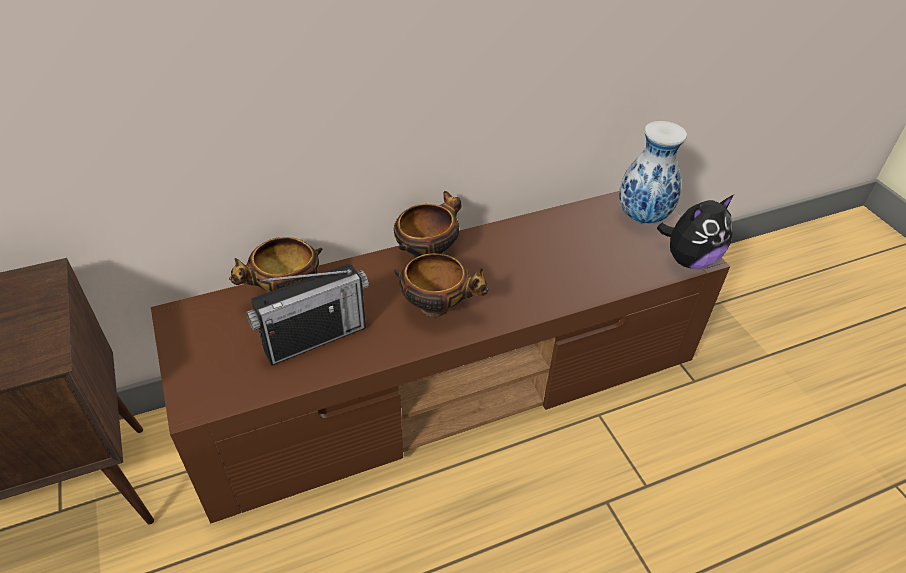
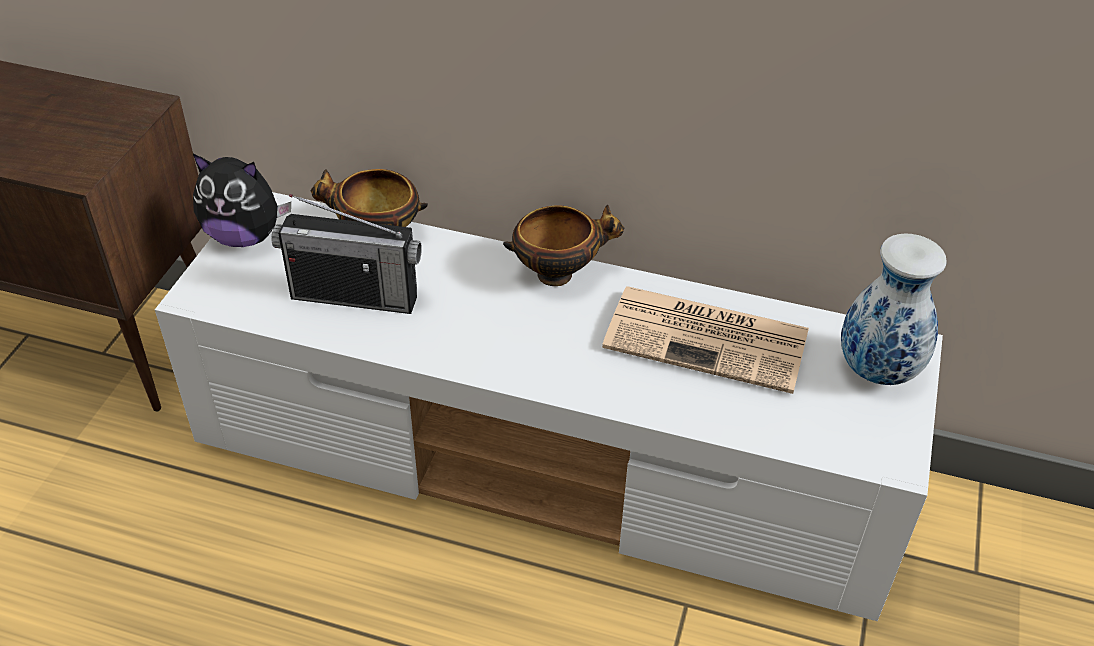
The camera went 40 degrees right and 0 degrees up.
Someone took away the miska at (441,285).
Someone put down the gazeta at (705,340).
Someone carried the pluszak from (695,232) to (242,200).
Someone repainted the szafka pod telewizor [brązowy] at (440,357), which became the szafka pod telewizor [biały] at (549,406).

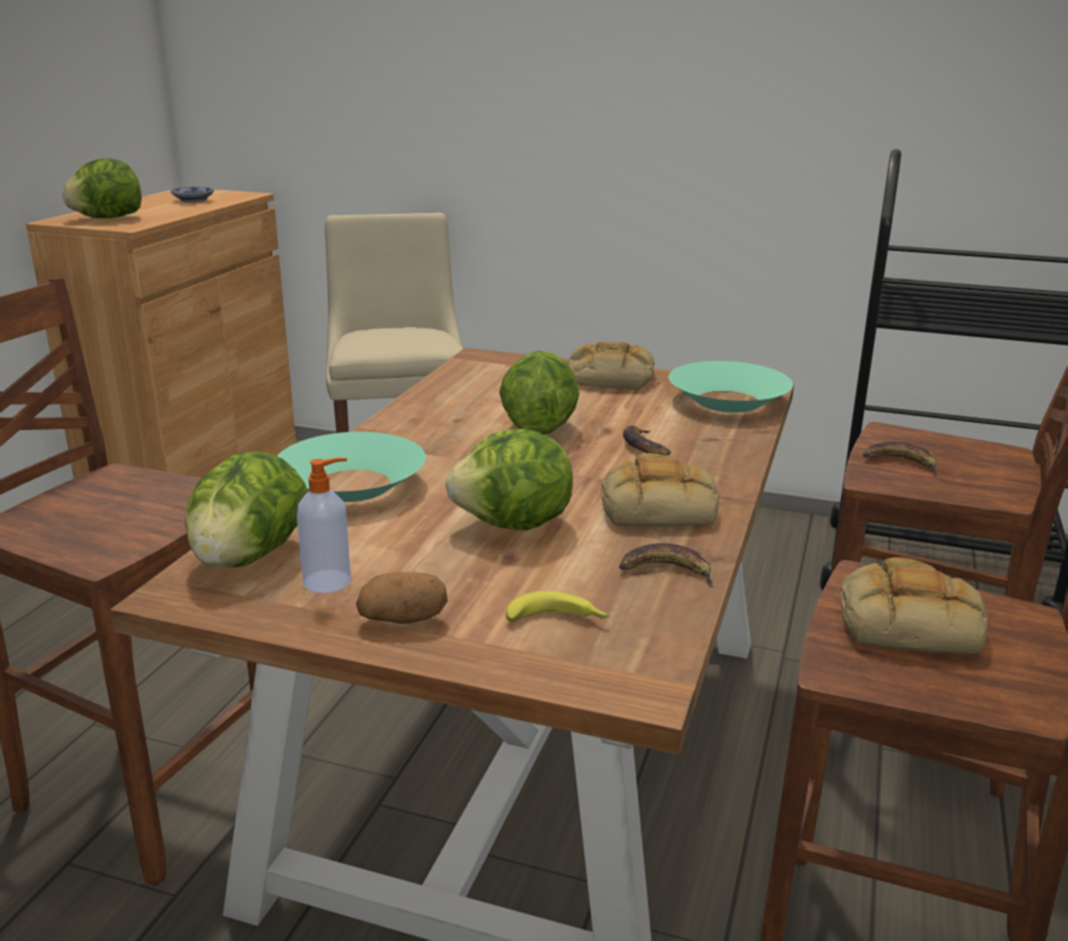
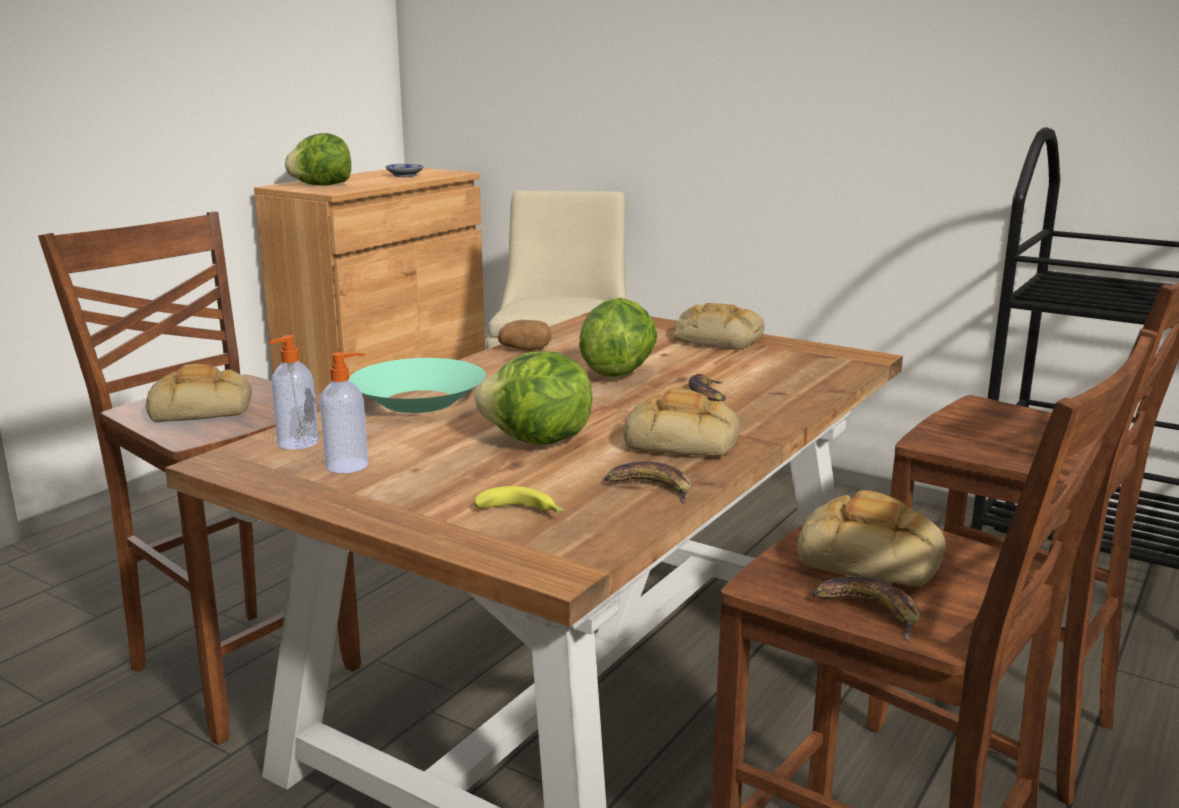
The camera went 15 degrees right and 5 degrees down.
Someone took away the miska [turkusowy] at (731,387).
Someone put down the chleb at (199,393).
Someone carried the ziemniak from (402,598) to (524,335).
Someone carried the banan from (900,458) to (866,609).
Someone swapped the sałata at (246,509) for the dozownik mydła at (293,392).

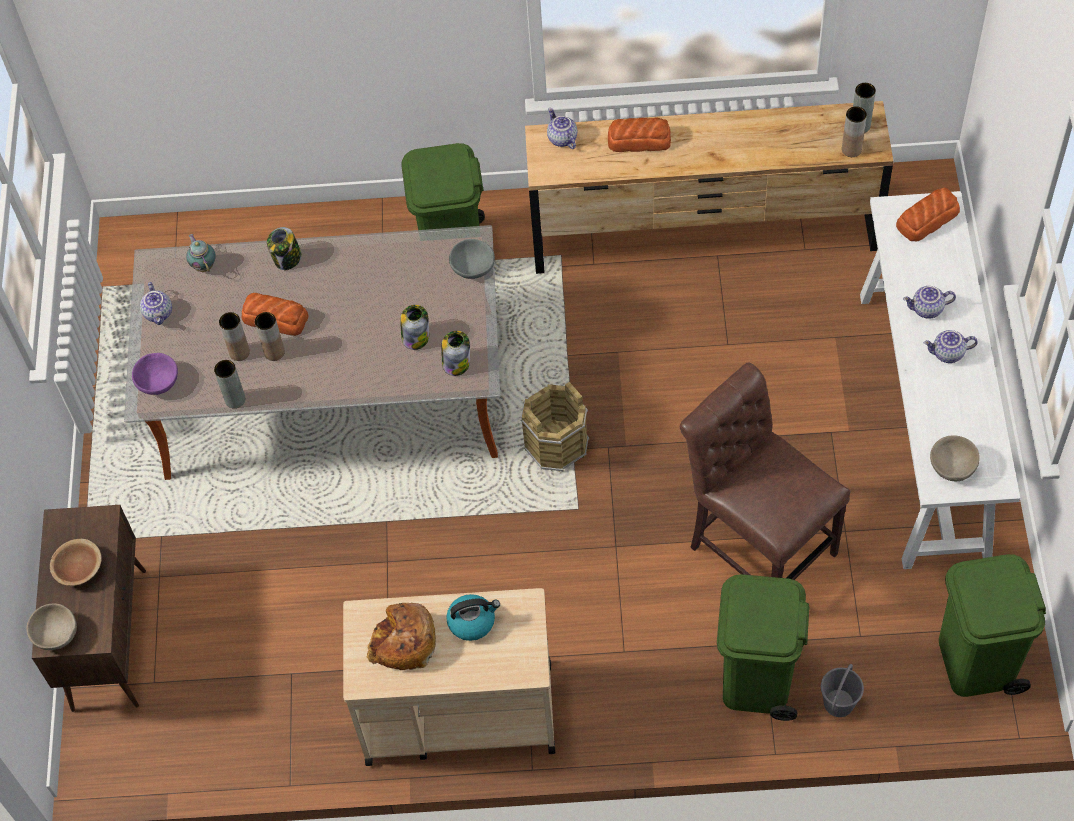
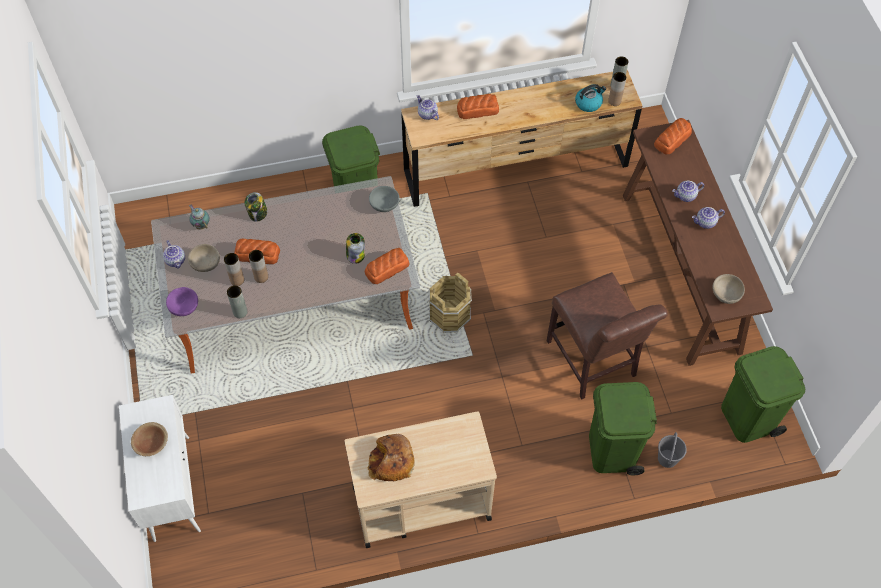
The camera went 15 degrees left and 0 degrees up.
Someone carried the miska [beżowy] from (51,626) to (204,258).
Someone carried the czajnik from (473,617) to (590,98).
Someone swapped the słoik at (456,353) for the chleb at (387,266).
Someone repainted the szafka [brązowy] at (89,608), which became the szafka [biały] at (160,468).
Someone repainted the stolik konsolowy [biały] at (940,380), which became the stolik konsolowy [brązowy] at (698,243).
Someone rotated the krzesło [brązowy] at (765,471) by 150 degrees counterclockwise.

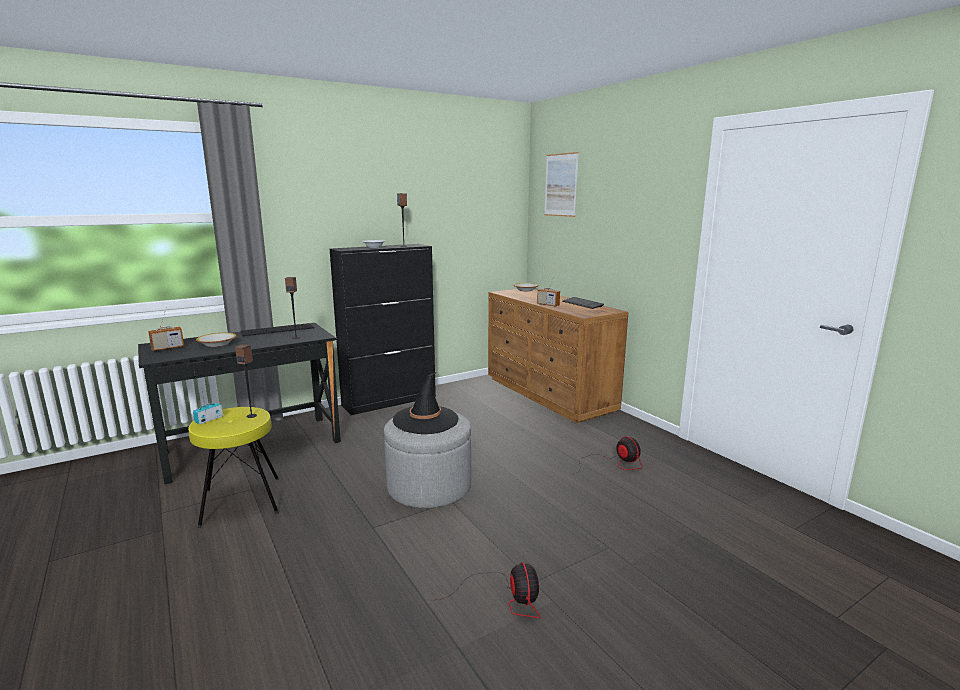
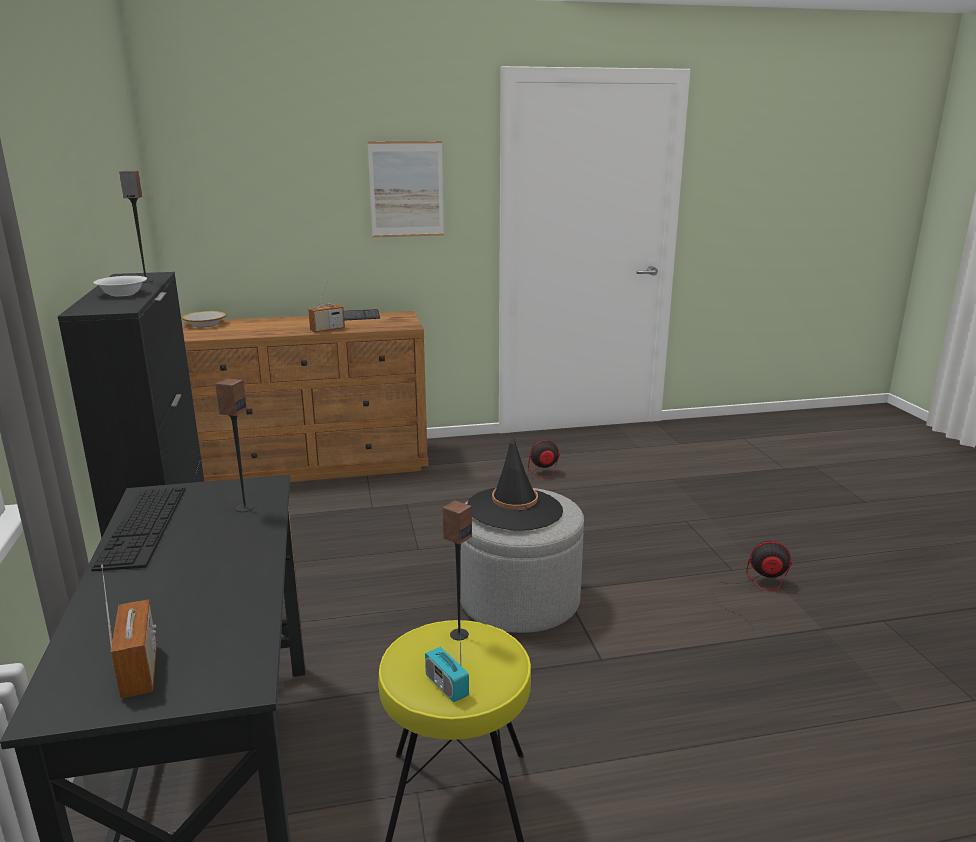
The camera went 70 degrees left and 5 degrees up.
Someone took away the miska at (216,339).
Someone carried the obraz from (561,184) to (405,189).

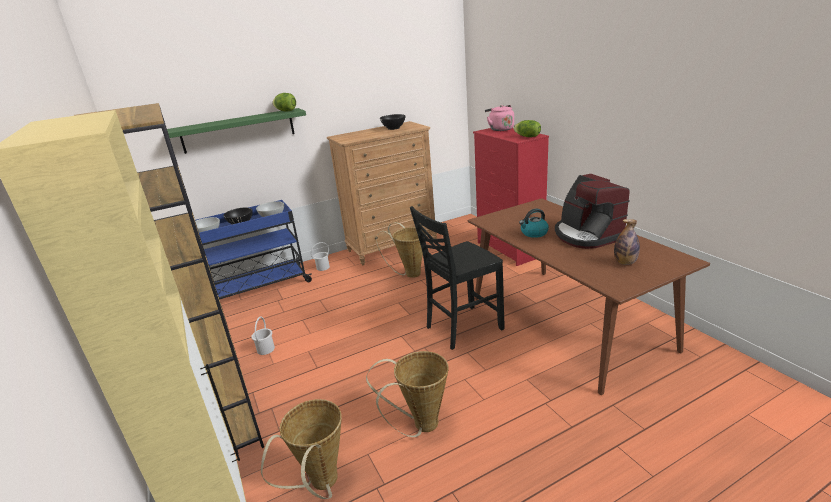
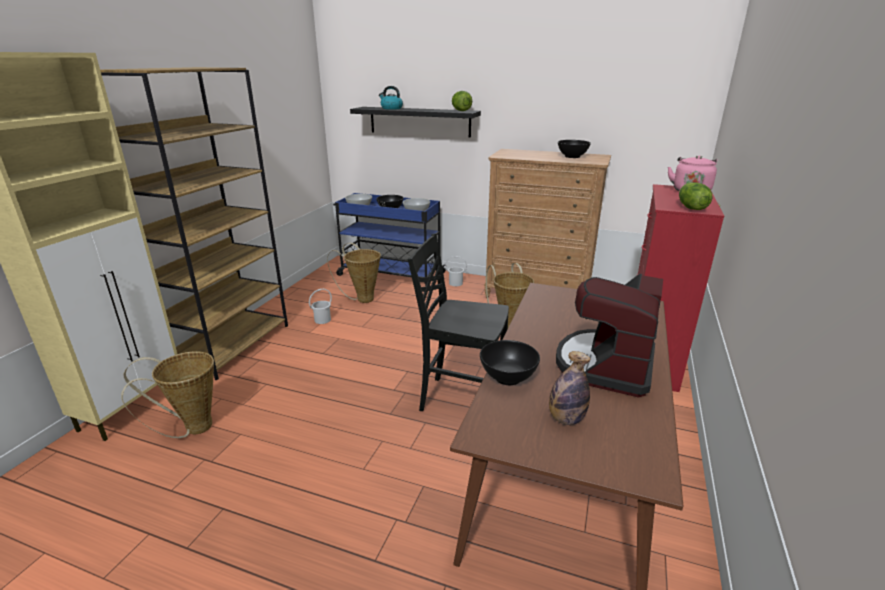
The camera went 45 degrees right and 0 degrees up.
Someone put down the miska [czarny] at (510,362).
Someone carried the koszyk from (407,394) to (354,273).
Someone carried the czajnik from (534,223) to (391,98).
Someone repainted the półka [zielony] at (236,131), which became the półka [czarny] at (415,122).

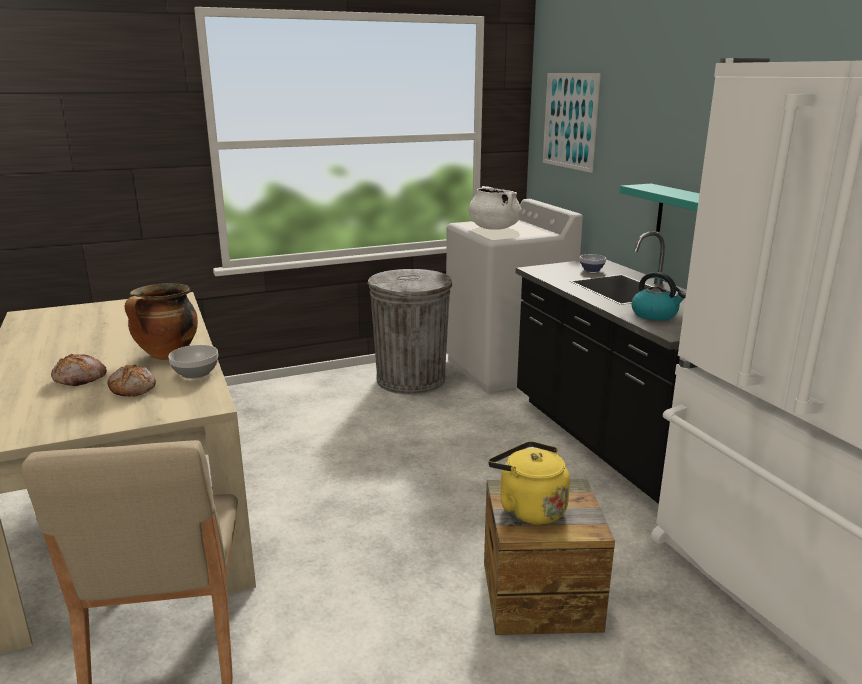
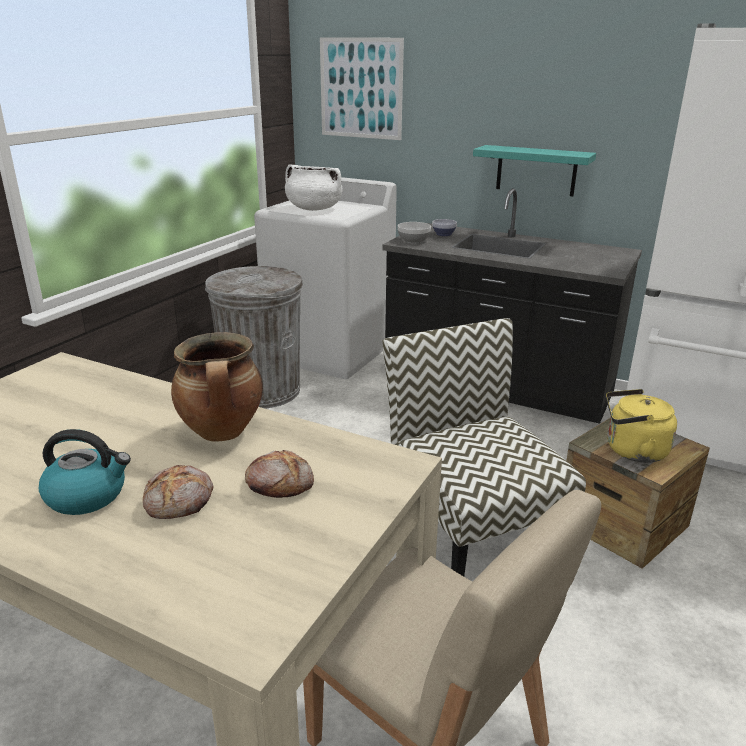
The camera went 40 degrees left and 5 degrees up.
Someone put down the krzesło at (484,447).
Someone carried the miska from (193,362) to (414,232).
Someone carried the czajnik from (659,296) to (85,472).

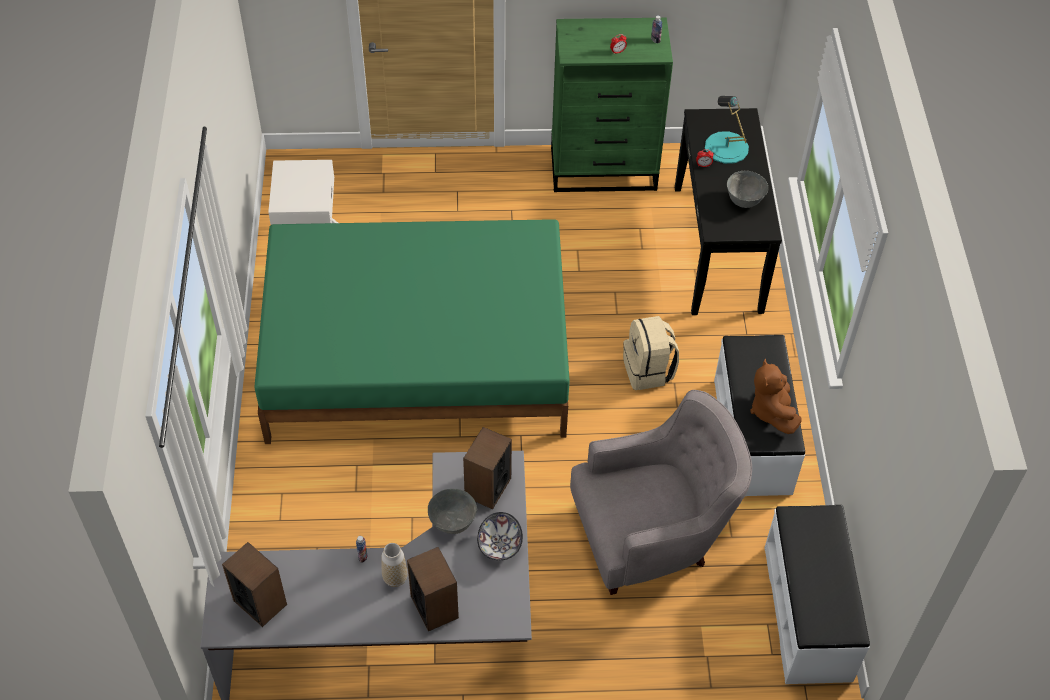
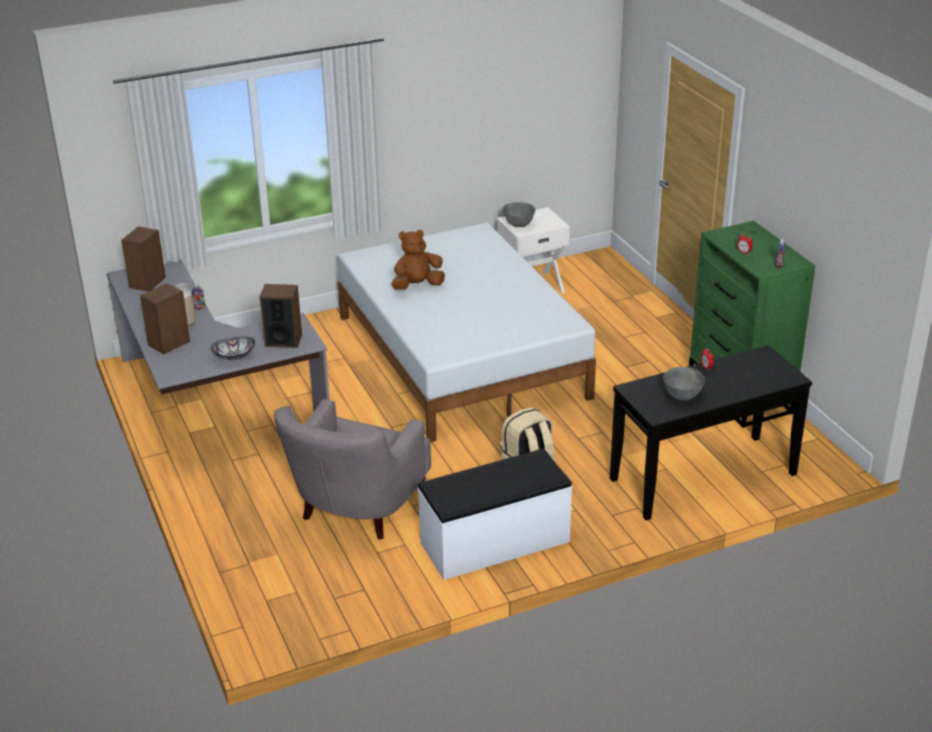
The camera went 70 degrees right and 20 degrees down.
Someone took away the lampa stołowa [turkusowy] at (727,130).
Someone took away the ławka [biały] at (817,594).
Someone carried the miska [szary] from (452,511) to (519,214).
Someone carried the pluszak [brązowy] from (775,396) to (418,259).
Someone repainted the łóżko [zielony] at (412,331), which became the łóżko [biały] at (467,332).
Someone rotated the fotel [szary] at (661,492) by 60 degrees clockwise.

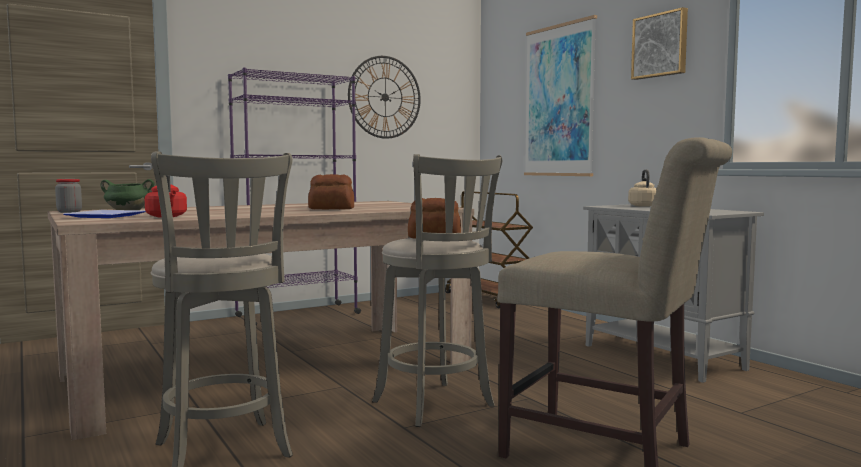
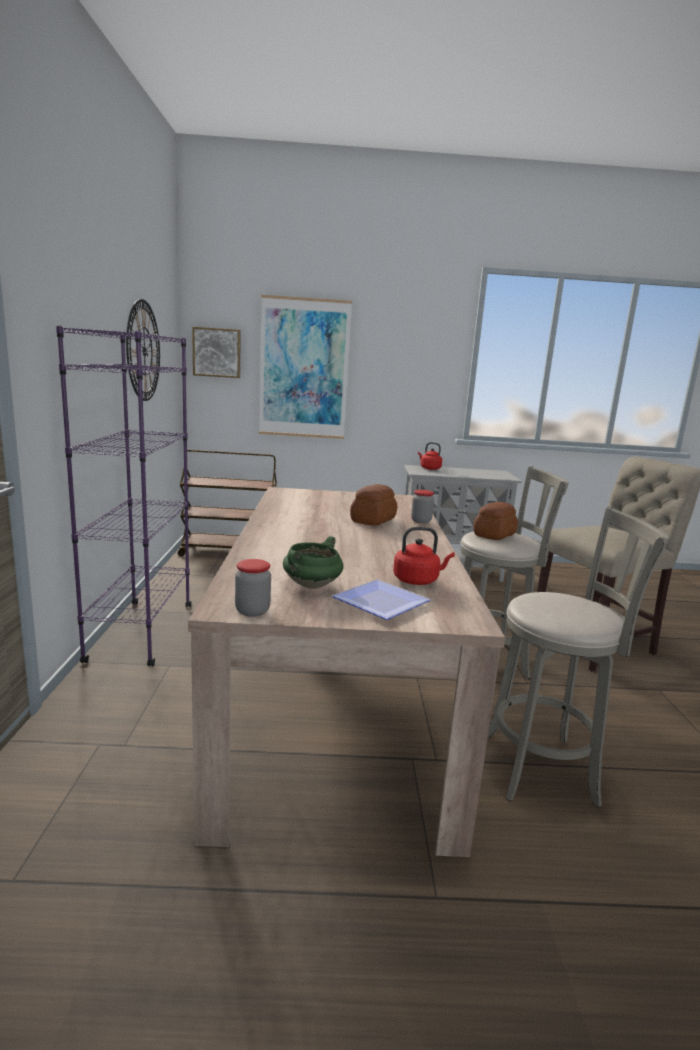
The camera went 60 degrees left and 10 degrees up.
Someone put down the słoik at (422,506).
Someone carried the obraz from (659,43) to (216,352).
Someone repainted the czajnik [beżowy] at (642,188), which became the czajnik [czerwony] at (430,456).

